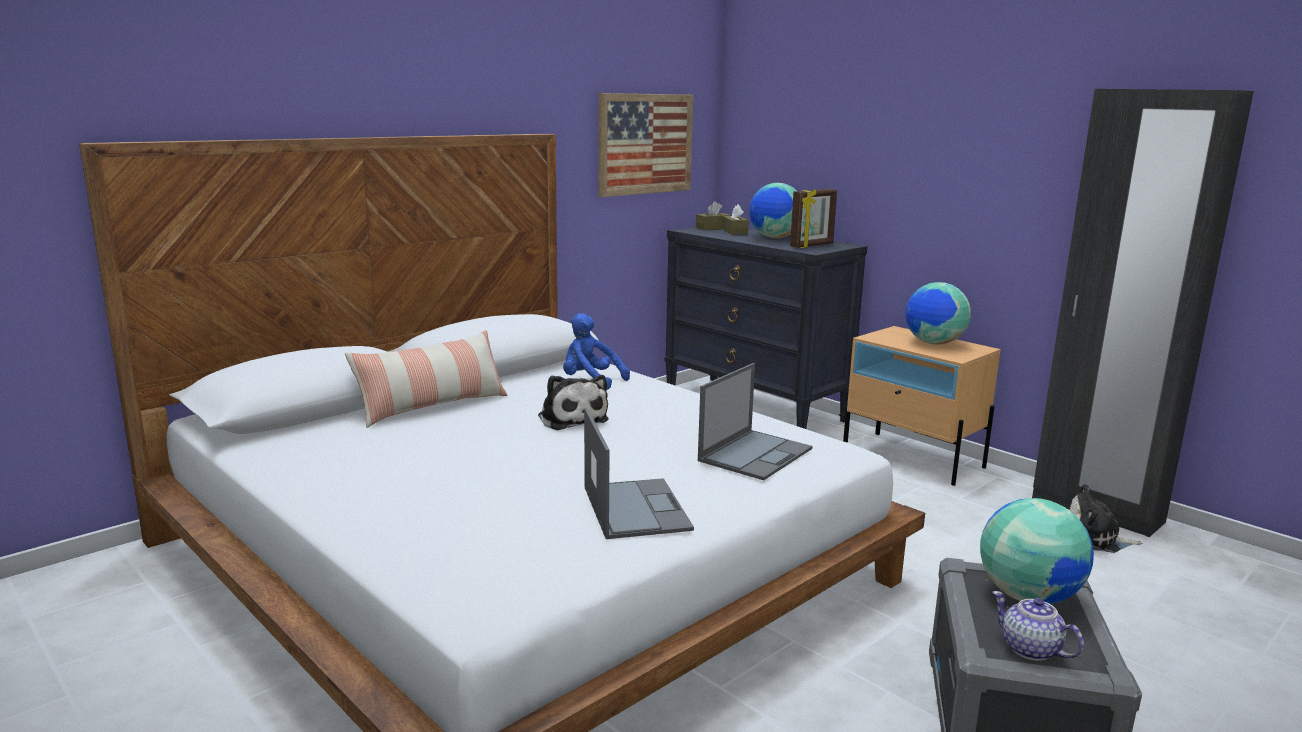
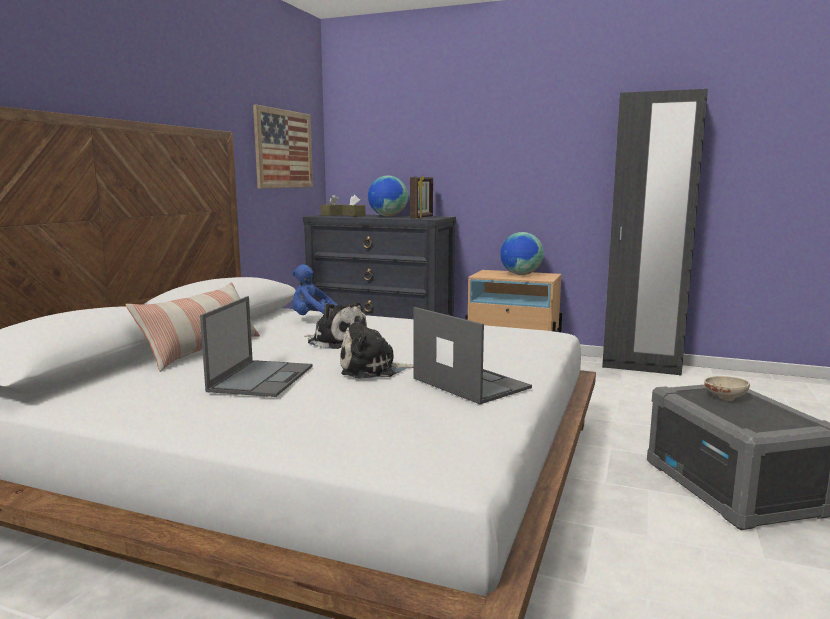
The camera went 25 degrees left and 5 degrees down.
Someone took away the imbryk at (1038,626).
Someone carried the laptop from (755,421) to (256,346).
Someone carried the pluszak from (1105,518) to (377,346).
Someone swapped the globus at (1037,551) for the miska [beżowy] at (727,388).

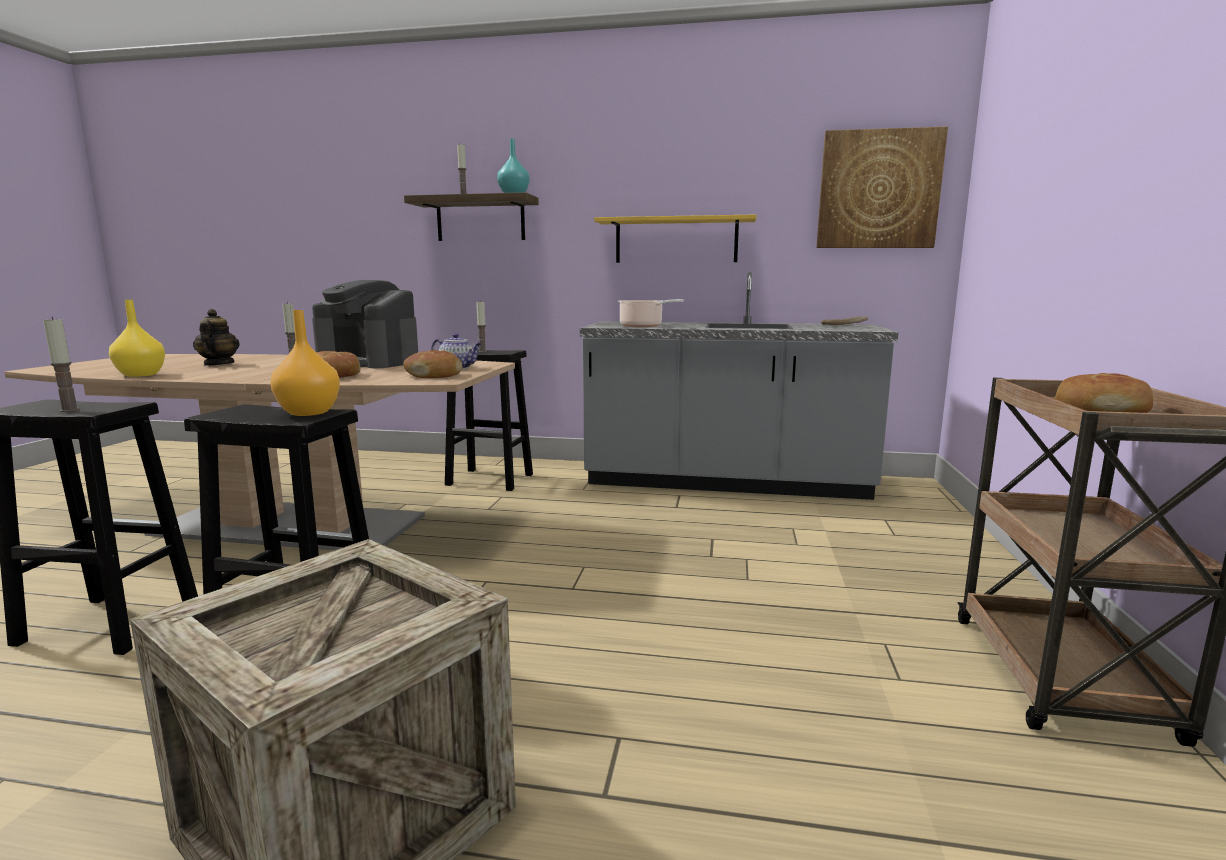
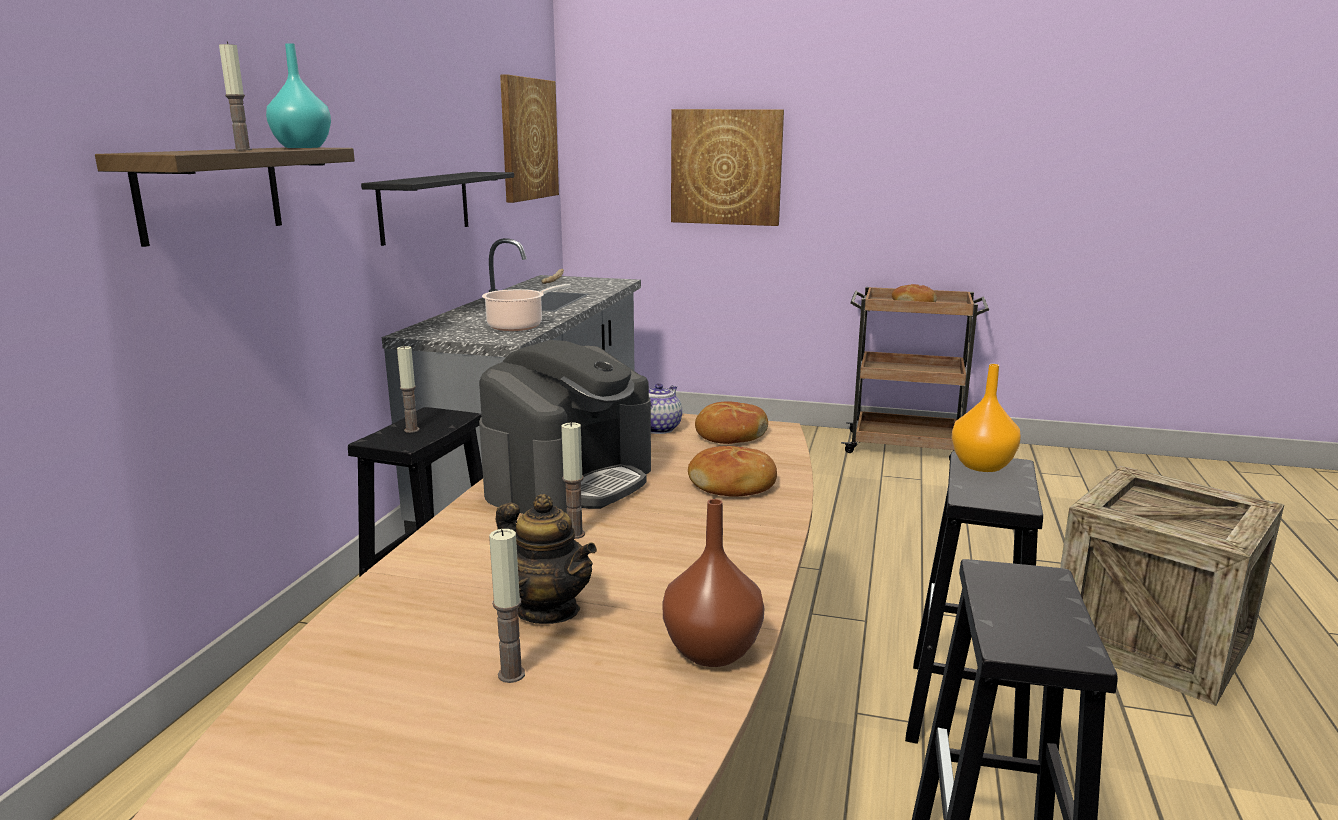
The camera went 85 degrees left and 5 degrees up.
Someone put up the obraz at (727,167).
Someone carried the świeca from (61,364) to (507,606).
Someone repainted the wazon [żółty] at (137,338), which became the wazon [brązowy] at (714,583).
Someone repainted the półka [żółty] at (675,239), which became the półka [czarny] at (437,209).
Someone rotated the imbryk at (216,337) by 135 degrees counterclockwise.

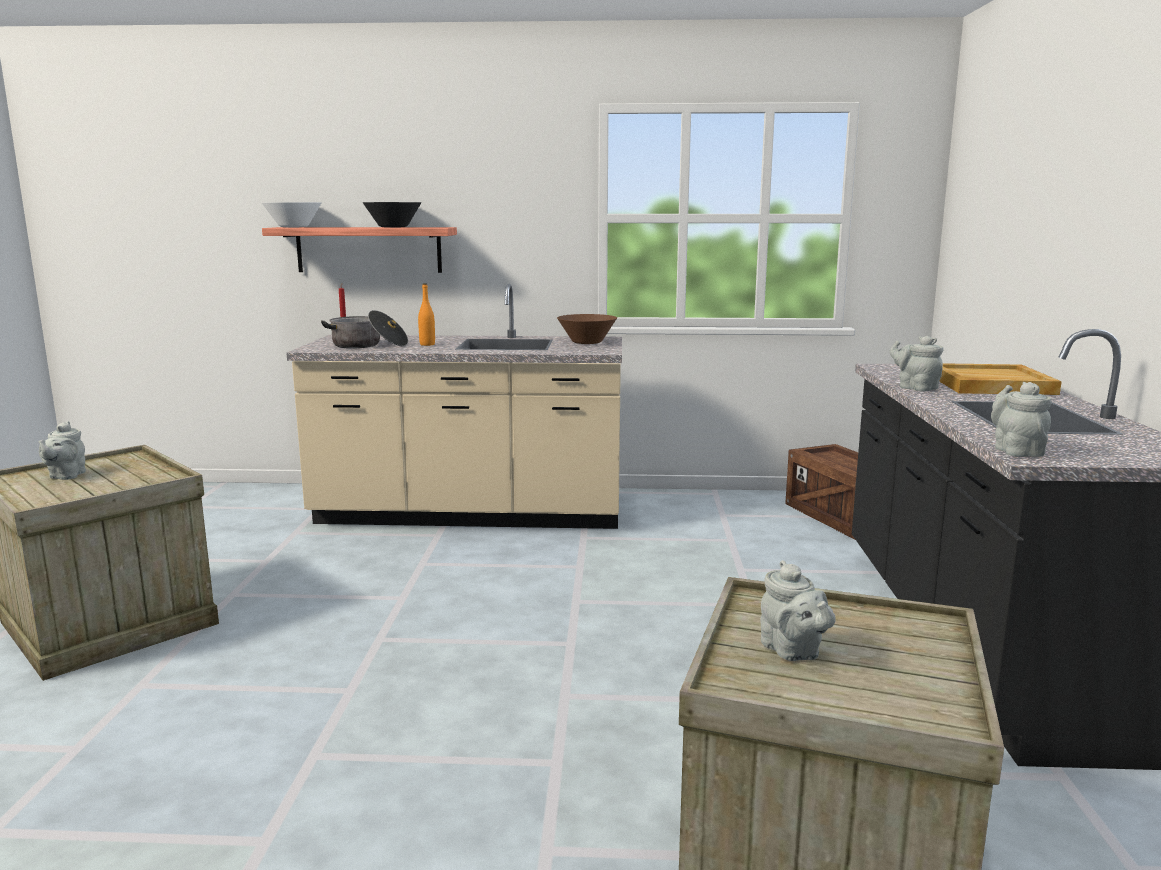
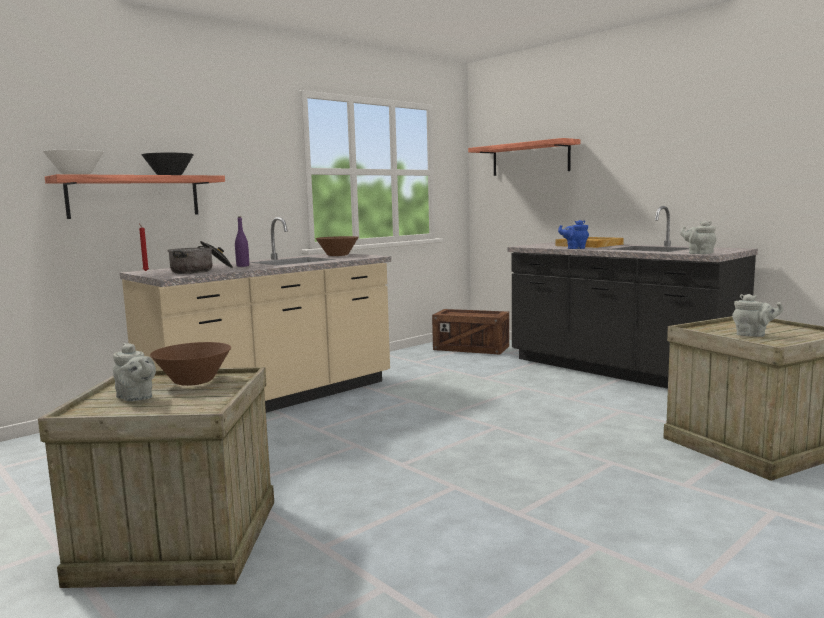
The camera went 45 degrees left and 5 degrees down.
Someone put down the miska [brązowy] at (190,364).
Someone put up the półka at (524,157).
Someone repainted the butelka [pomarańczowy] at (426,314), which became the butelka [fioletowy] at (242,241).
Someone repainted the imbryk [szary] at (916,363), which became the imbryk [niebieski] at (573,234).

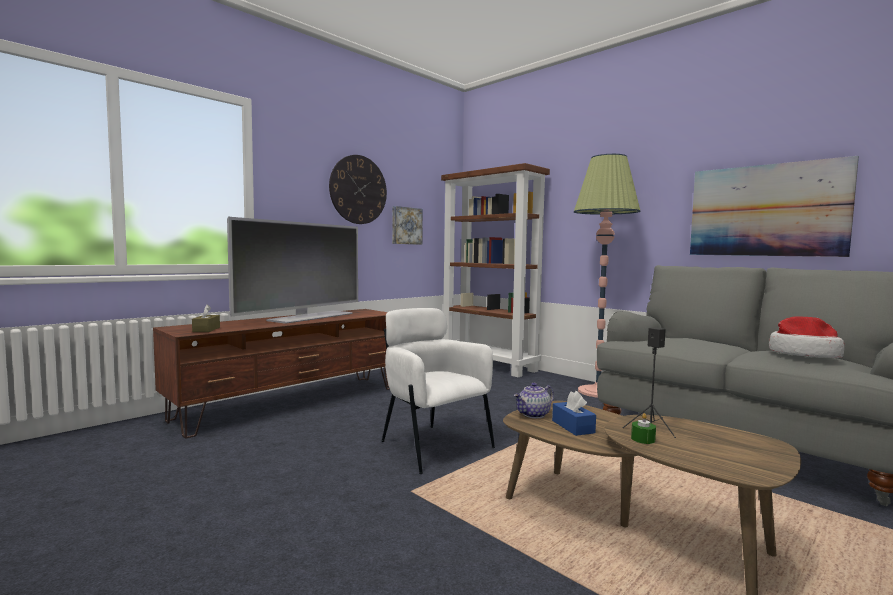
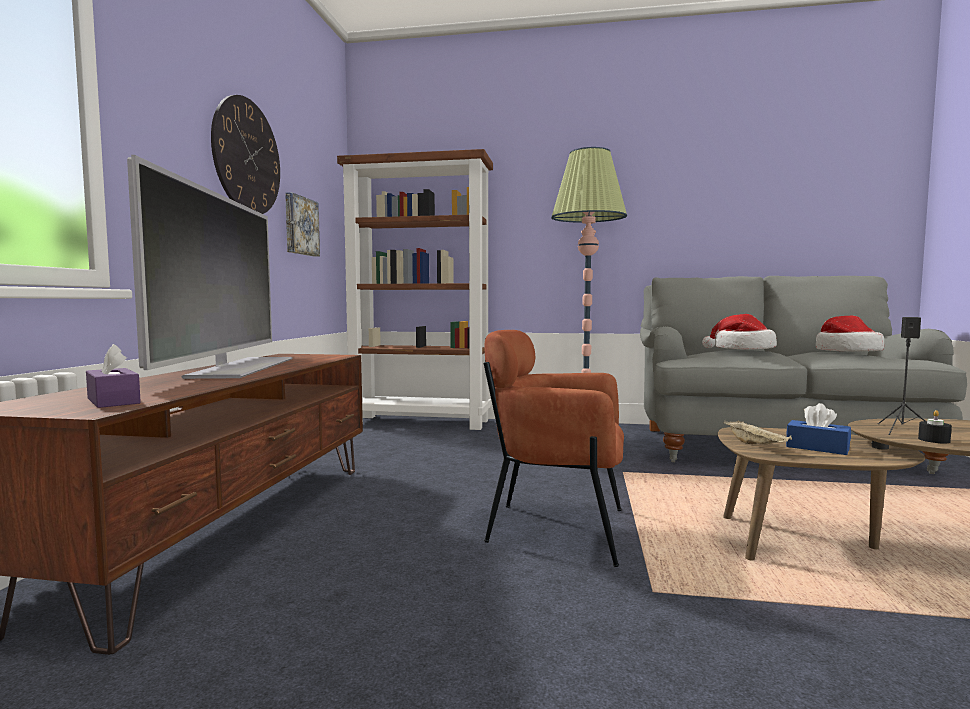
The camera went 35 degrees left and 0 degrees up.
Someone took away the obraz at (774,206).
Someone put down the kapelusz at (739,332).
Someone swapped the imbryk at (534,400) for the taca [beżowy] at (757,432).
Someone repainted the pudełko chusteczek [brązowy] at (206,318), which became the pudełko chusteczek [fioletowy] at (113,376).
Someone repainted the fotel [biały] at (438,391), which became the fotel [brązowy] at (554,448).
Someone repainted the świeca [zielony] at (643,428), which became the świeca [czarny] at (935,426).

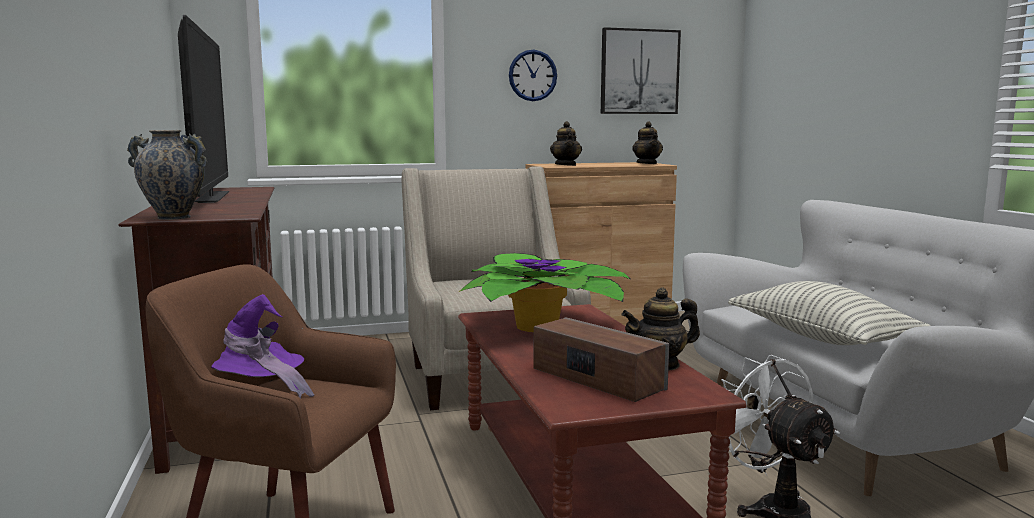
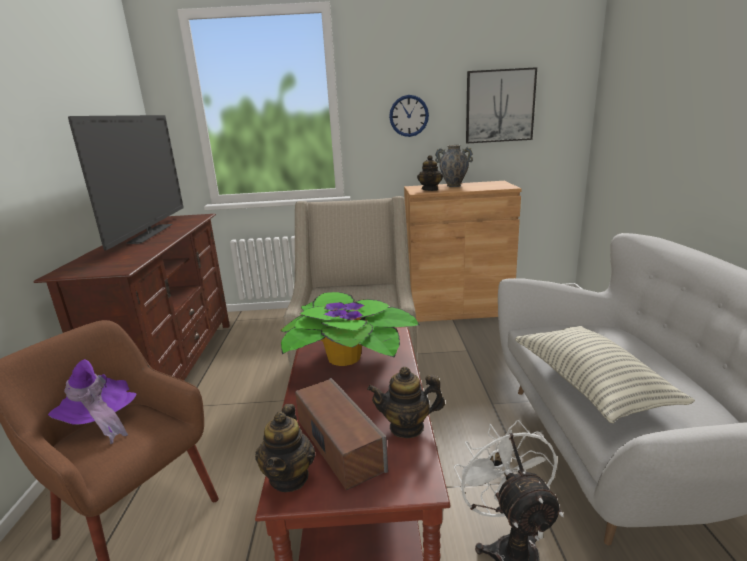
The camera went 15 degrees right and 10 degrees up.
Someone carried the wazon from (167,175) to (454,166).
Someone carried the imbryk from (647,142) to (285,448).

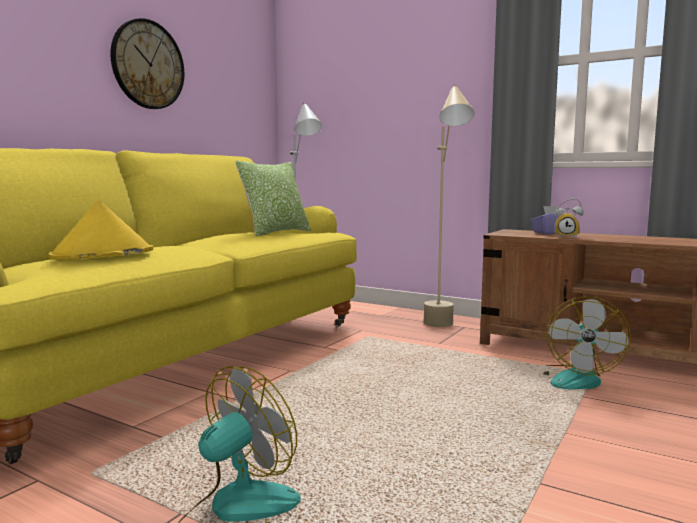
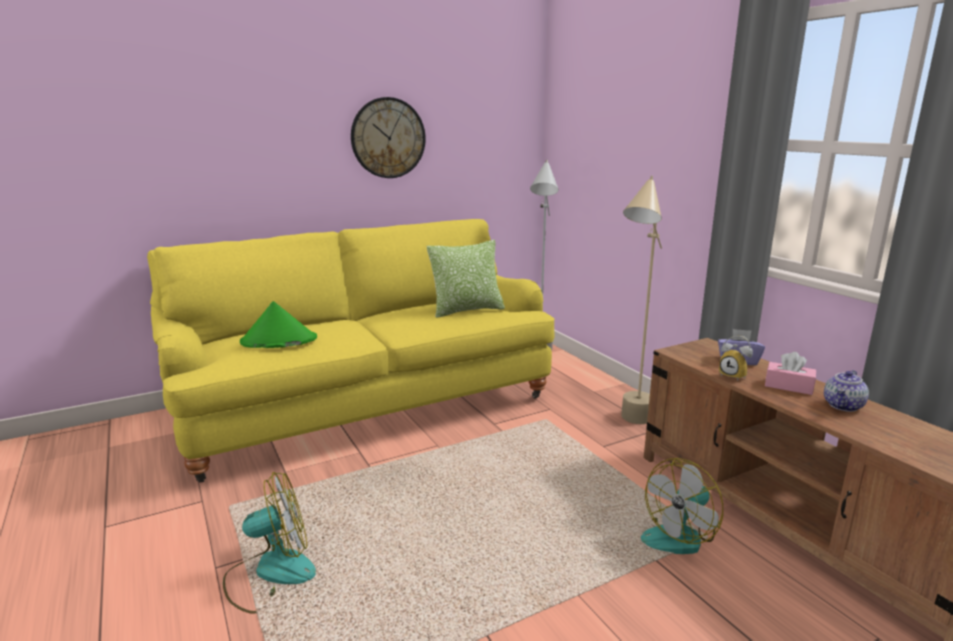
The camera went 30 degrees right and 10 degrees up.
Someone put down the pudełko chusteczek [różowy] at (790,373).
Someone put down the imbryk at (846,391).
Someone repainted the kapelusz [żółty] at (100,230), which became the kapelusz [zielony] at (278,324).

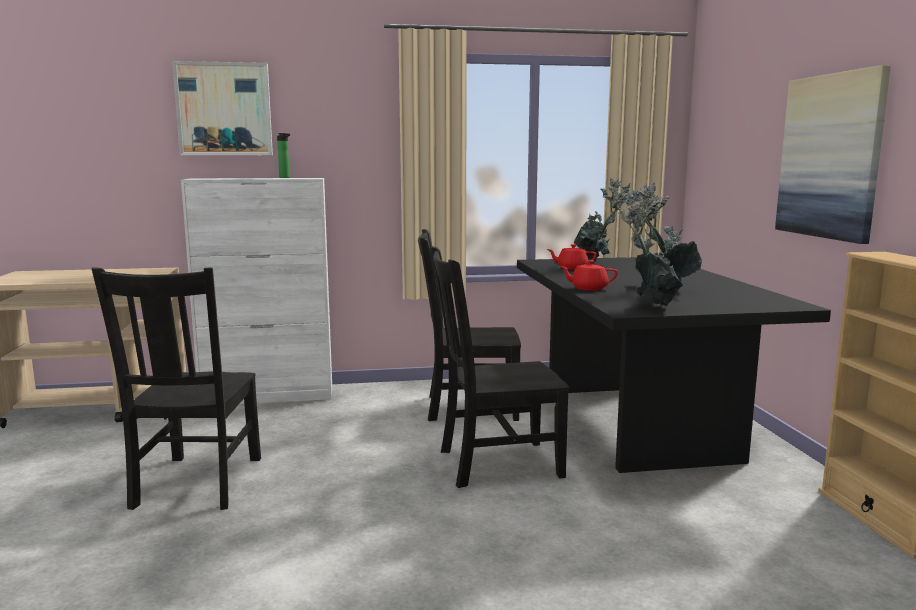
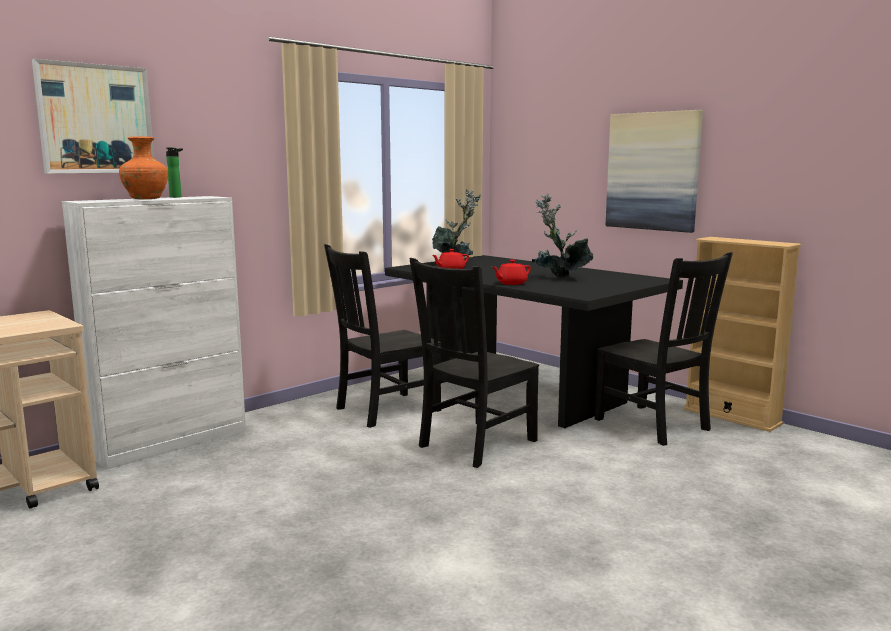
The camera went 35 degrees left and 0 degrees up.
Someone took away the roślina doniczkowa at (651,246).
Someone put down the wazon [pomarańczowy] at (143,167).
Someone carried the krzesło [czarny] from (176,388) to (664,349).

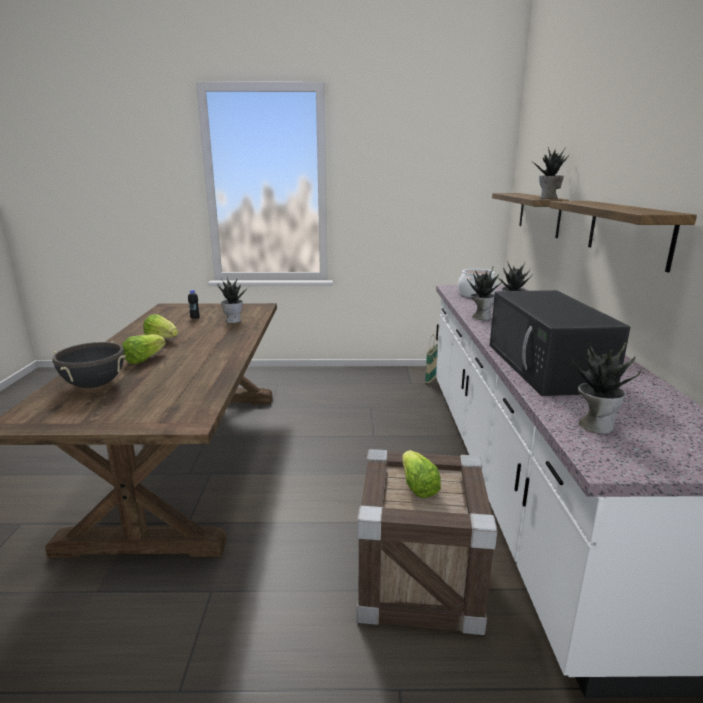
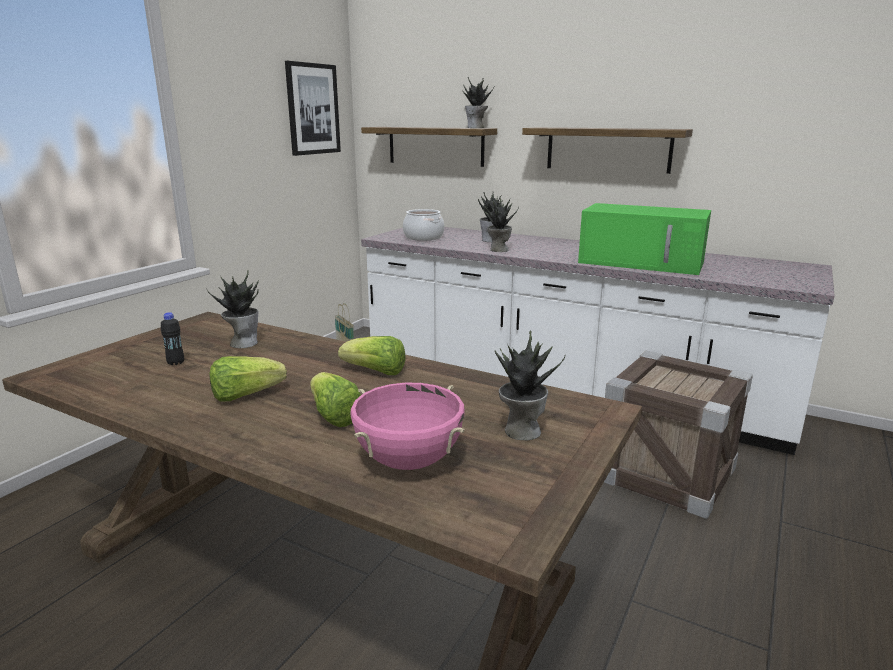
The camera went 60 degrees left and 0 degrees up.
Someone put up the obraz at (313,108).
Someone carried the sałata from (421,474) to (372,355).
Someone carried the roślina doniczkowa from (606,388) to (530,385).
Someone repainted the garnek [czarny] at (89,364), which became the garnek [różowy] at (407,426).
Someone repainted the mikrofalówka [czarny] at (559,343), which became the mikrofalówka [zielony] at (644,239).

